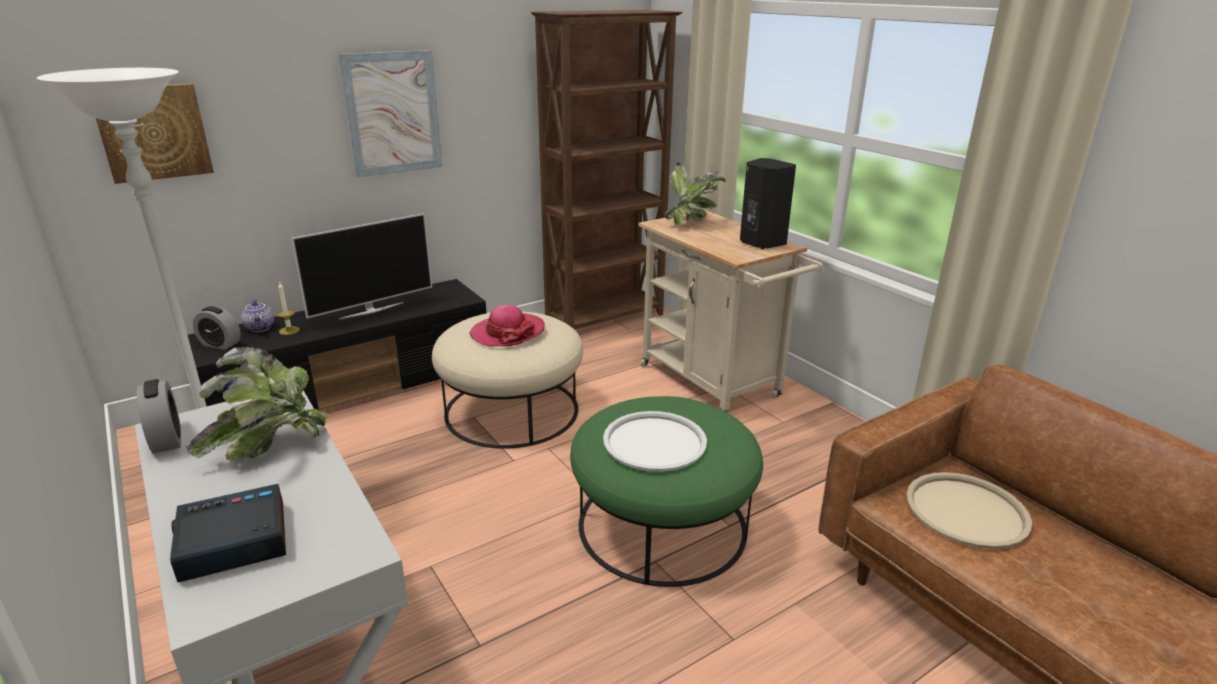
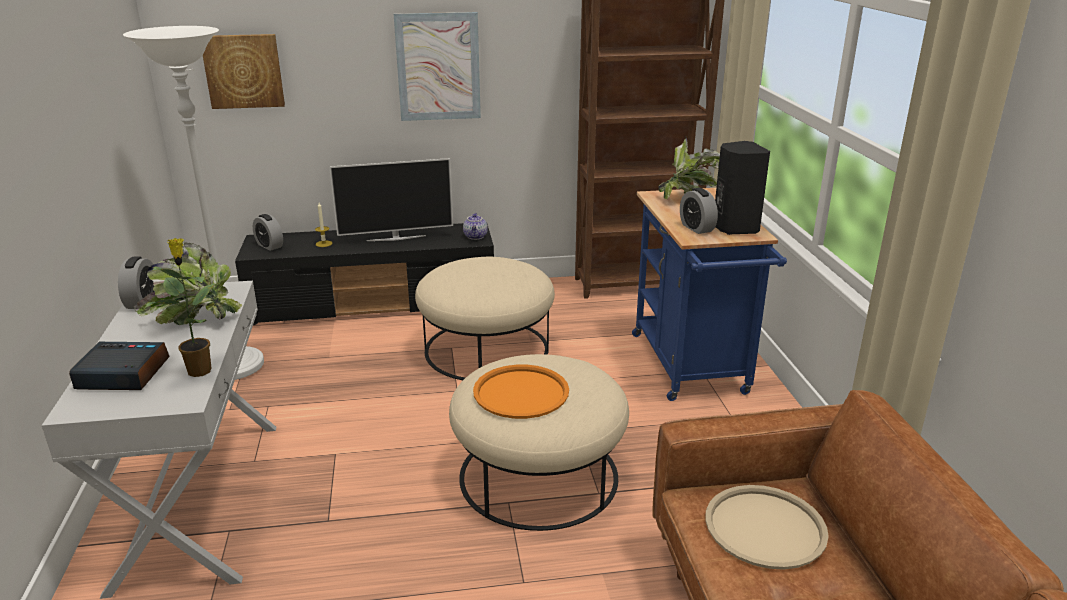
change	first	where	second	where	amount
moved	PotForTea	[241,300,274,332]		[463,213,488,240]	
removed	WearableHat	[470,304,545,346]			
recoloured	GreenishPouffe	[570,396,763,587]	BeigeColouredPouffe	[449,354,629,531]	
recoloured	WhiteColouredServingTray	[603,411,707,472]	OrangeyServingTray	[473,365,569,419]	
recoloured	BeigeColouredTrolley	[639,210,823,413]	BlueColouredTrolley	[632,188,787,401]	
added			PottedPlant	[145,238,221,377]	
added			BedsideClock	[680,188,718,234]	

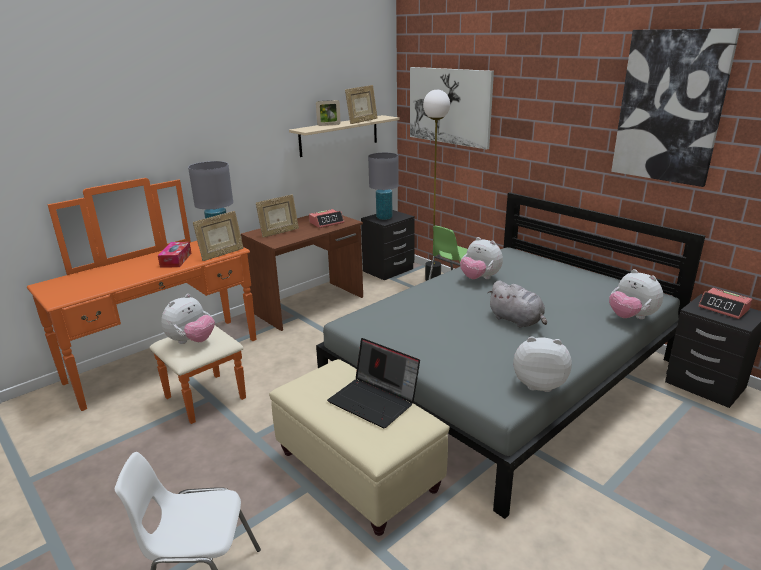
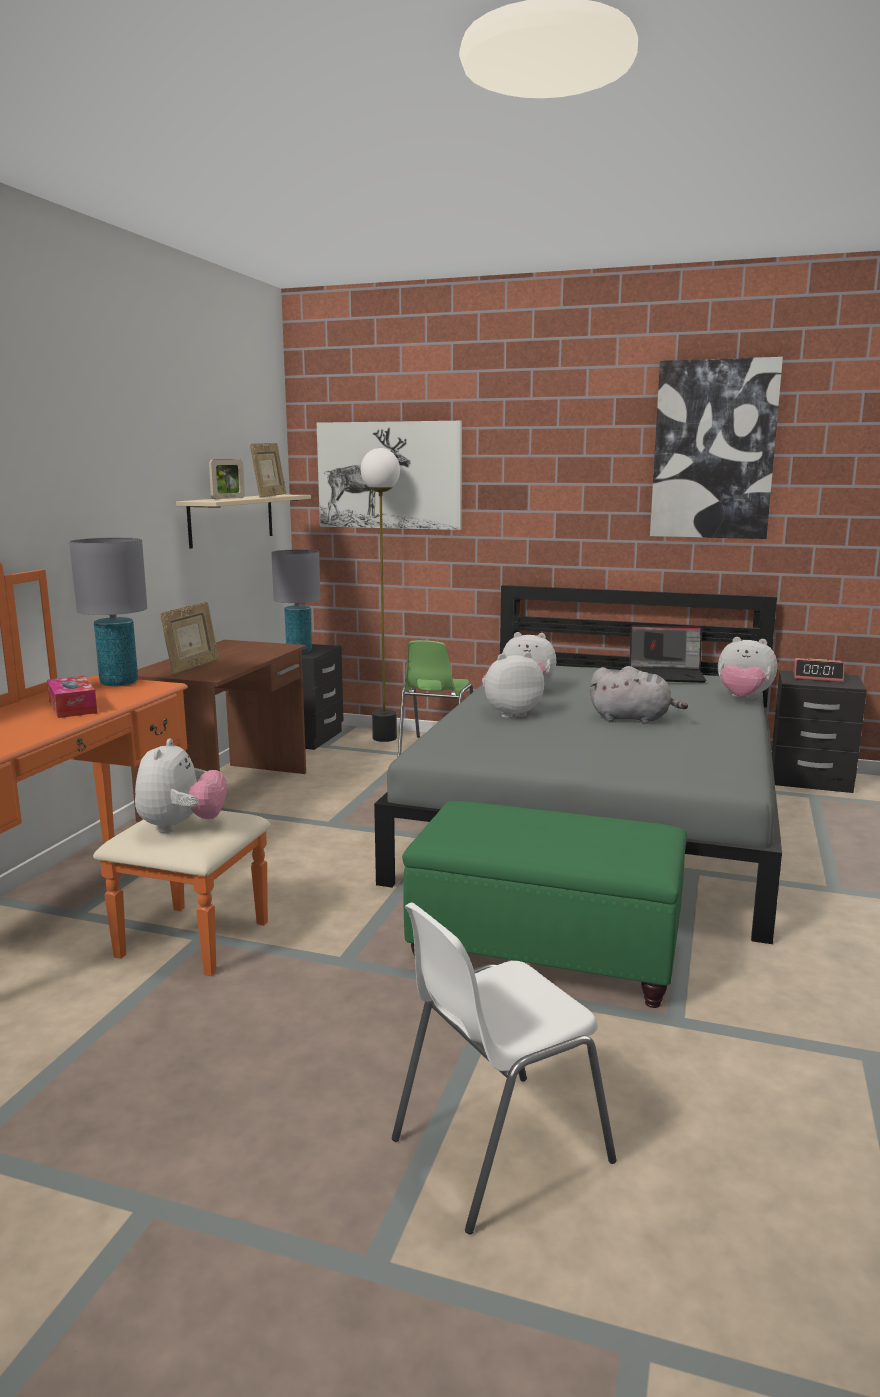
change	first	where	second	where	amount
removed	PhotoFrame	[193,211,244,261]			
recoloured	BeigeColouredPouffe	[269,359,450,536]	GreenishPouffe	[402,801,687,1008]	
removed	BedsideClock	[309,209,344,228]			
moved	NotebookComputer	[327,338,420,428]		[629,625,707,683]	
moved	CuddlyToy	[513,336,572,392]		[482,652,544,718]	

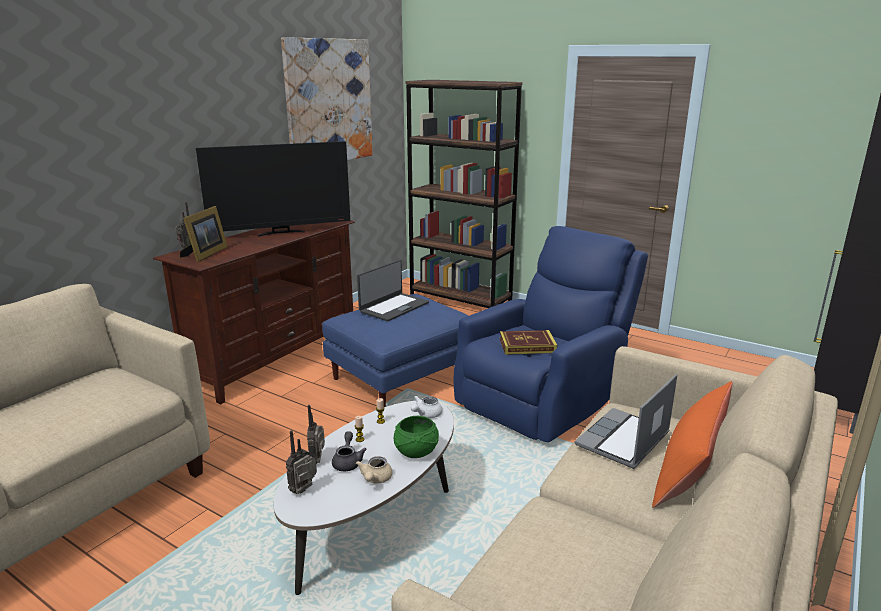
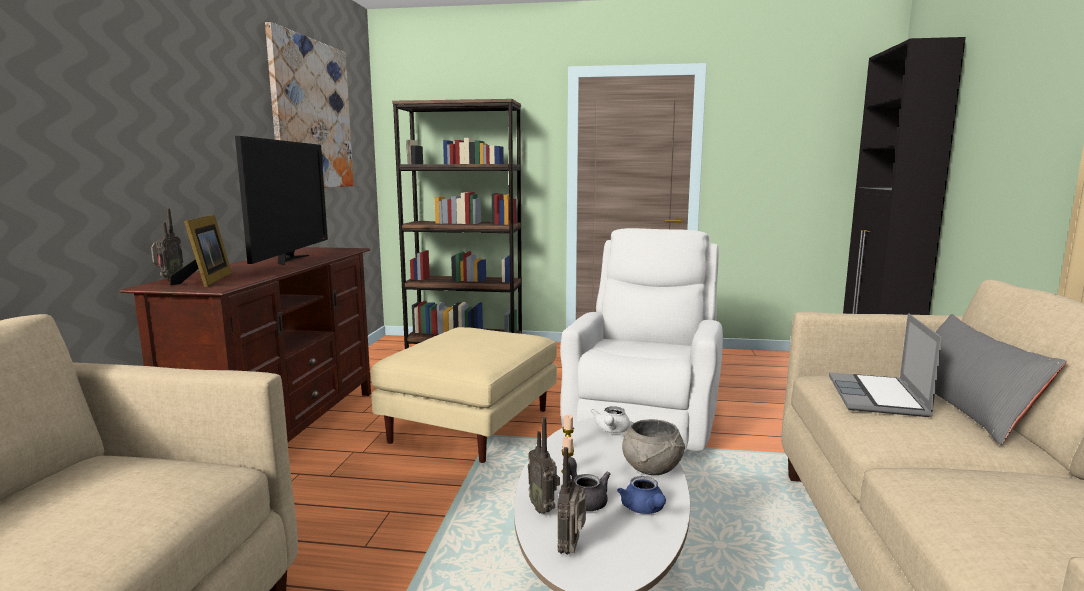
change	first	where	second	where	amount
turned	Television	[196,141,350,237]		[235,136,328,265]	45 degrees counterclockwise
recoloured	BlueColouredPouffe	[322,294,469,407]	BeigeColouredPouffe	[371,327,557,463]	
recoloured	BeigeColouredPotForTea	[356,456,393,484]	BlueColouredPotForTea	[617,476,666,514]	
removed	NotebookComputer	[357,260,429,321]			
recoloured	GreenishBowl	[394,416,439,458]	GreyBowl	[622,419,685,475]	
recoloured	BlueColouredArmchair	[454,226,648,442]	WhiteColouredArmchair	[560,228,723,452]	
removed	BoundBook	[500,330,557,355]			
recoloured	OrangeyThrowPillow	[652,381,733,508]	GreyThrowPillow	[935,314,1067,445]	

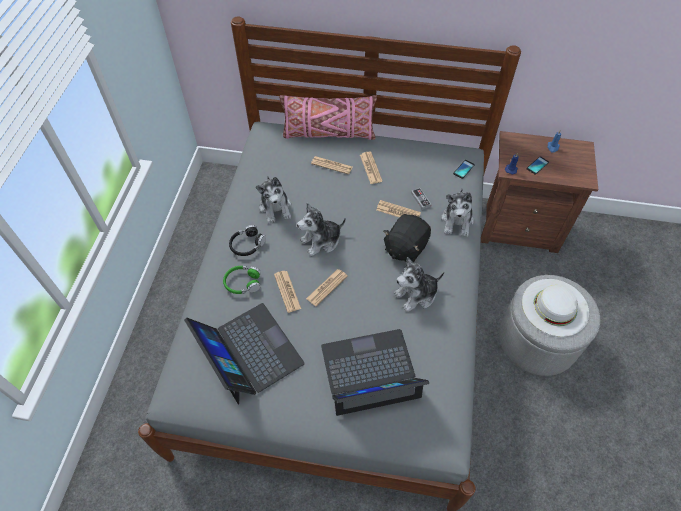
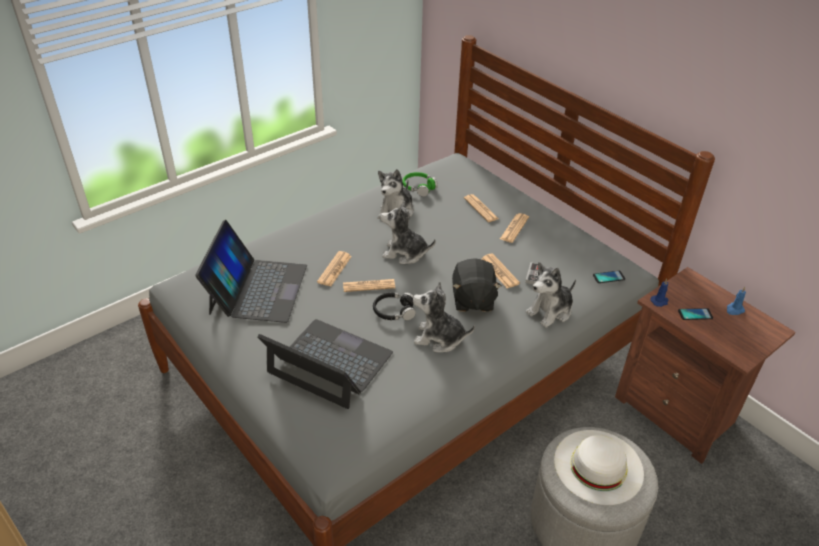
change	first	where	second	where	amount
moved	GreenishHeadphones	[223,266,261,294]		[402,172,438,197]	
moved	BlackHeadphones	[229,225,266,256]		[373,292,416,320]	
removed	PinkThrowPillow	[279,95,377,140]			
turned	BlackCuddlyToy	[383,214,431,262]		[452,258,502,312]	75 degrees counterclockwise

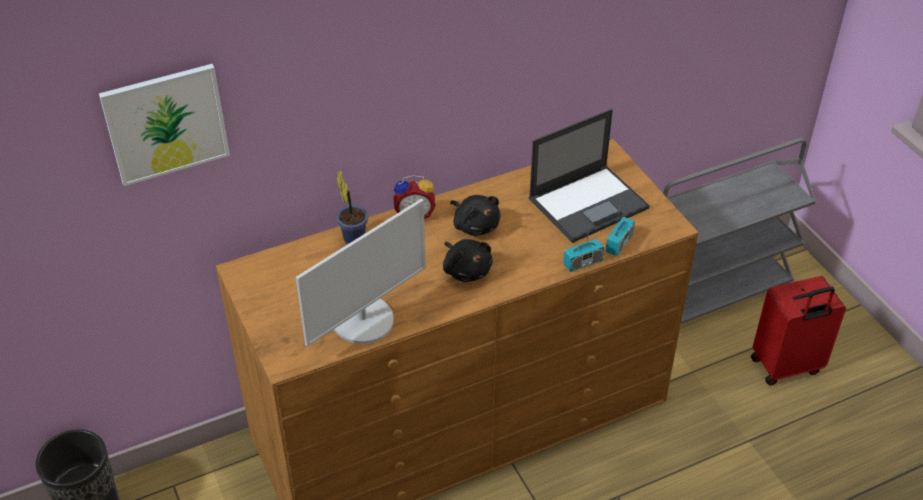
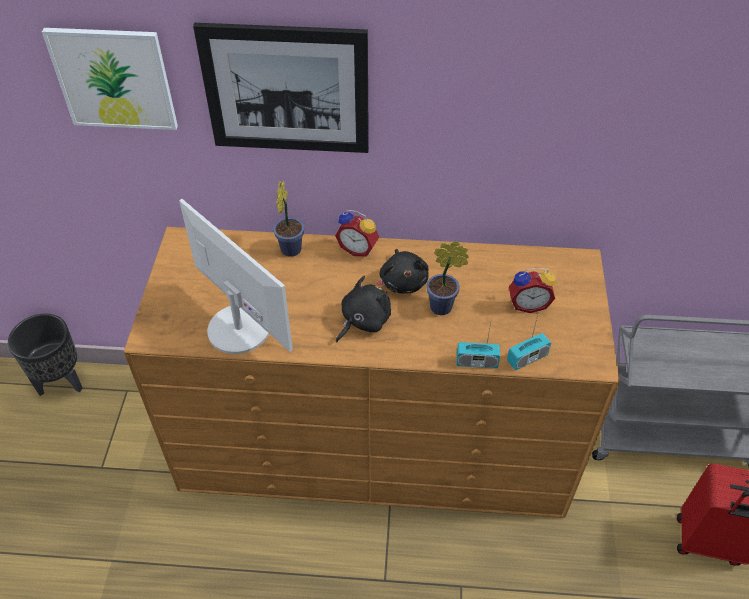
change	first	where	second	where	amount
turned	Monitor	[296,199,426,347]		[179,199,293,354]	120 degrees counterclockwise
turned	BlackCuddlyToy	[443,239,493,282]		[336,276,391,343]	135 degrees counterclockwise
replaced	NotebookComputer	[529,109,650,243]	BedsideClock	[509,267,556,313]	
added			WallPicture	[193,23,369,153]	
added			PottedPlant	[426,241,469,315]	

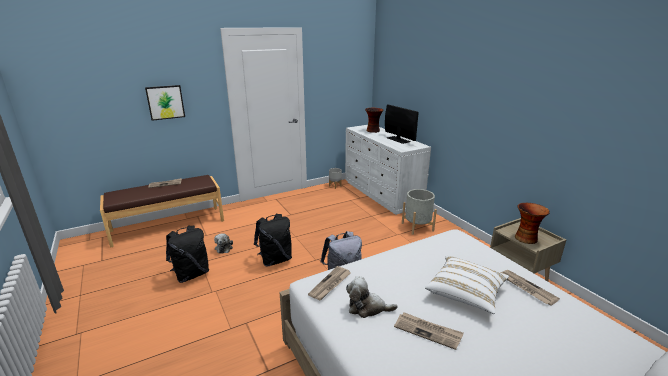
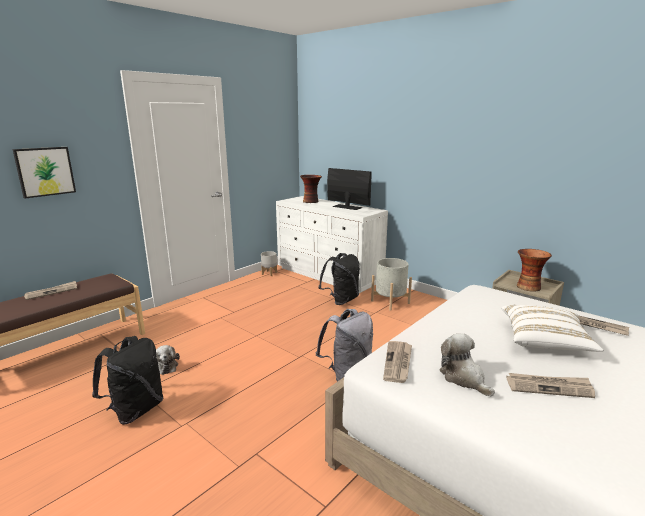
change	first	where	second	where	amount
moved	BlackBackpack	[254,214,292,267]		[318,253,360,305]	
turned	CuddlyToy	[346,276,397,318]		[440,333,495,397]	75 degrees clockwise

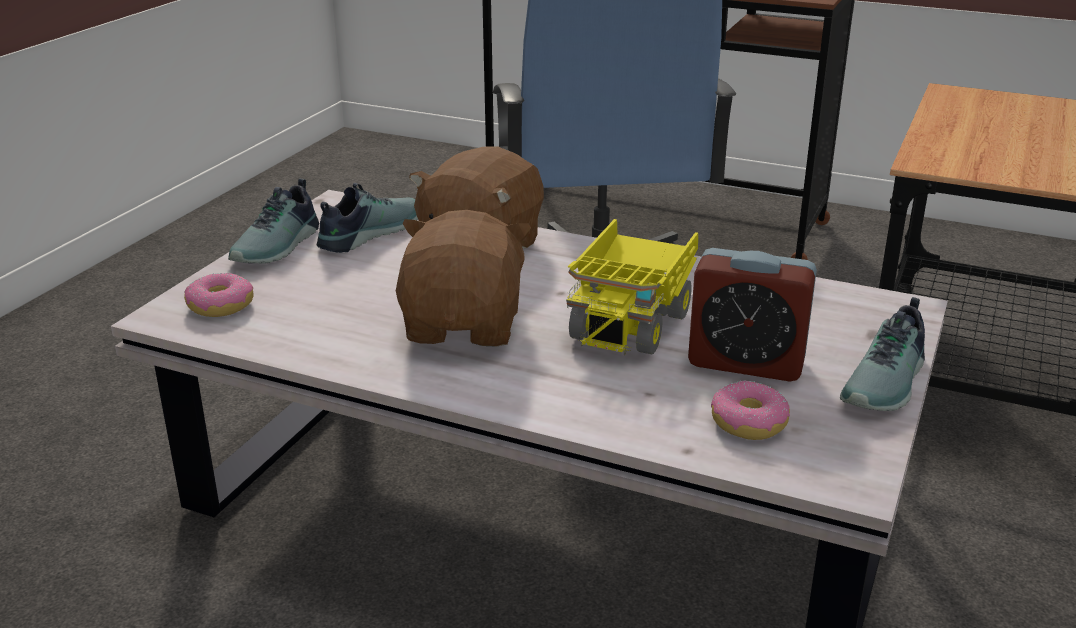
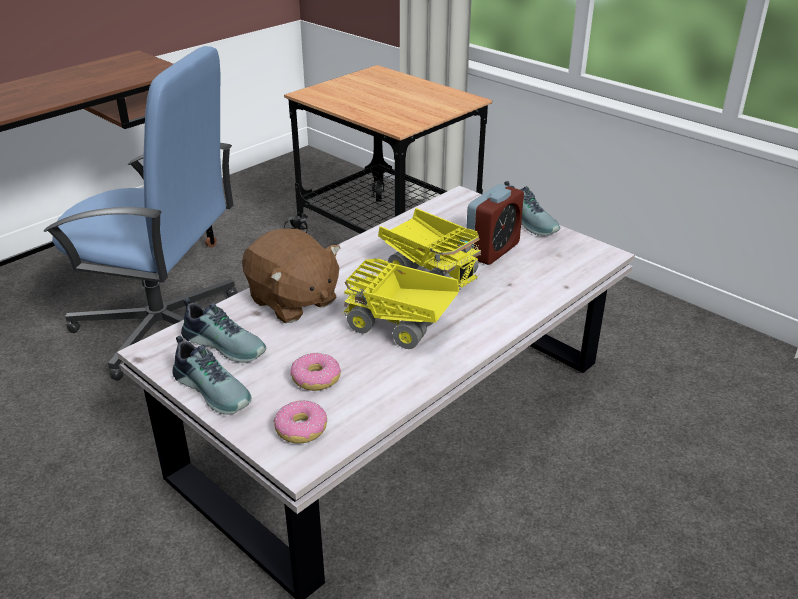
change	first	where	second	where	amount
turned	ItemOfFootwear	[317,183,418,253]		[181,298,266,363]	150 degrees clockwise
replaced	BrownCuddlyToy	[396,210,531,347]	ToyTruck	[343,259,459,349]	
moved	Donut	[711,380,790,440]		[290,352,341,391]	

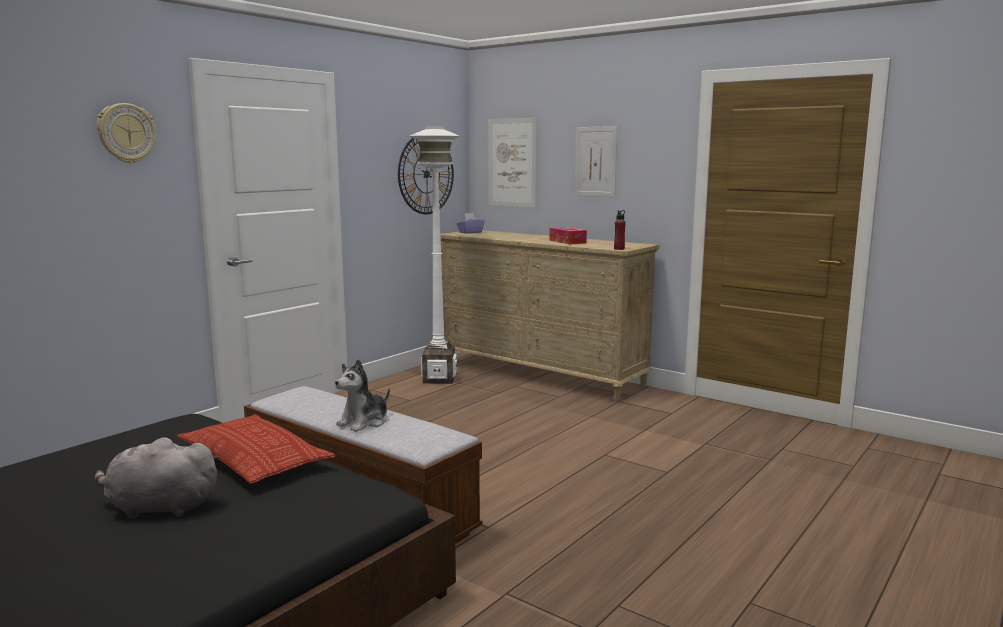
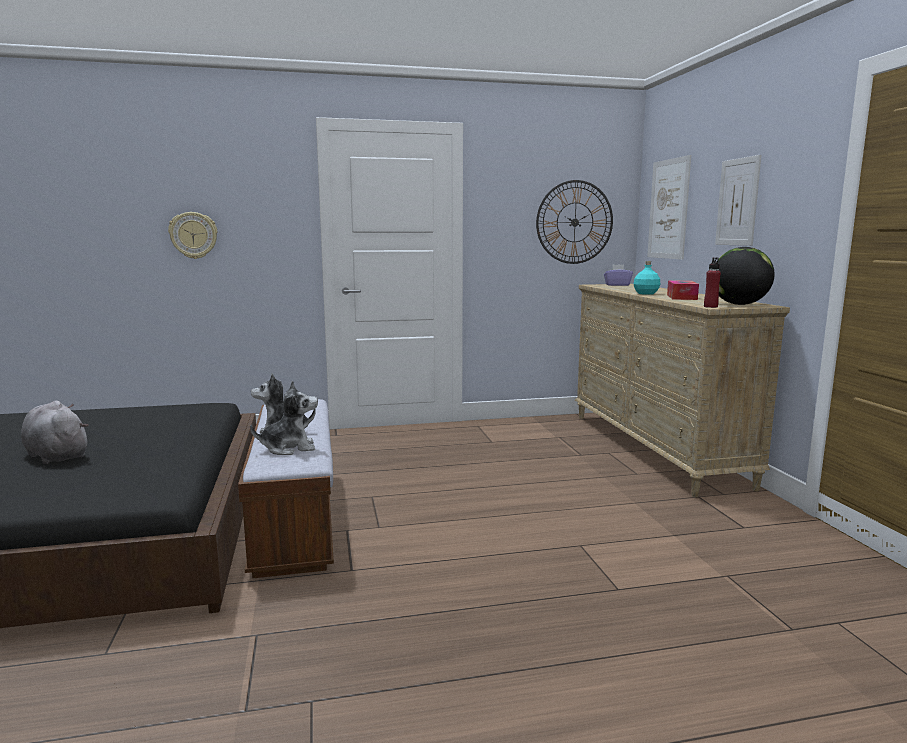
change	first	where	second	where	amount
moved	ClockOnTheWall	[97,103,156,163]		[168,212,217,259]	
removed	ThrowPillow	[177,414,336,484]			
removed	WhiteColouredStandardLamp	[409,126,460,384]			
added			CuddlyToy	[250,380,318,455]	
added			TurquoiseColouredBeverageBottle	[634,261,660,295]	
added			Globe	[718,247,775,305]	

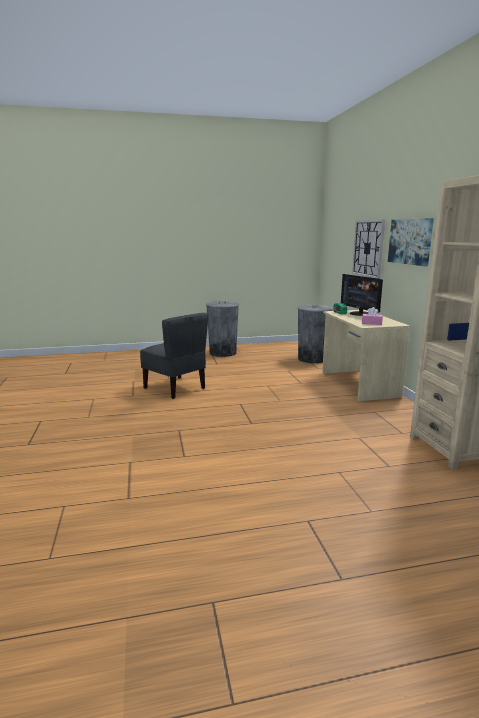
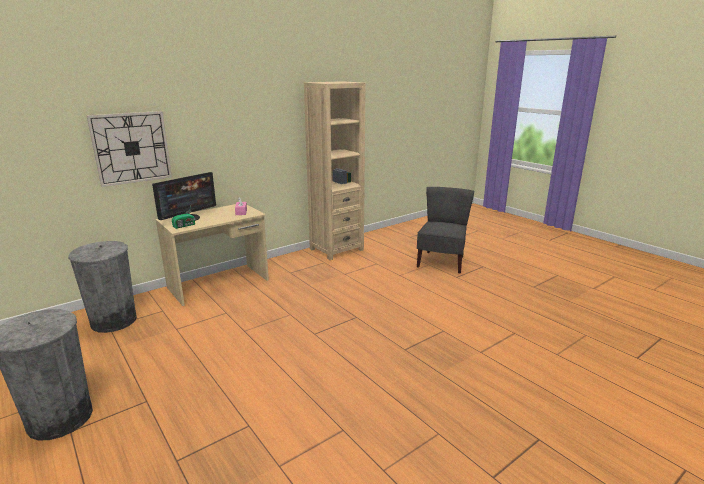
change	first	where	second	where	amount
moved	GreyPlainChair	[140,313,209,399]		[417,187,474,274]	
removed	WallPicture	[388,218,434,266]			

